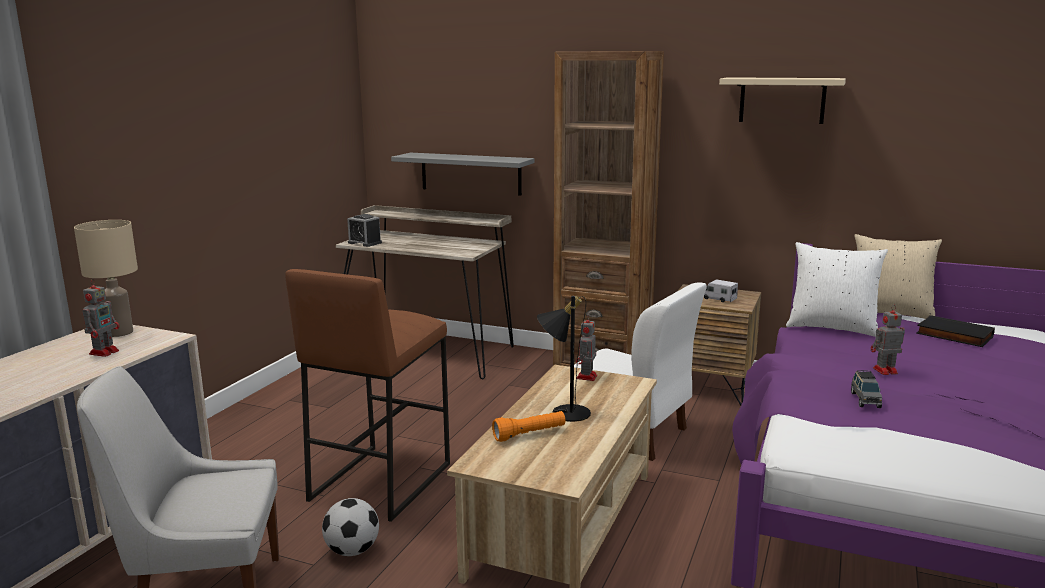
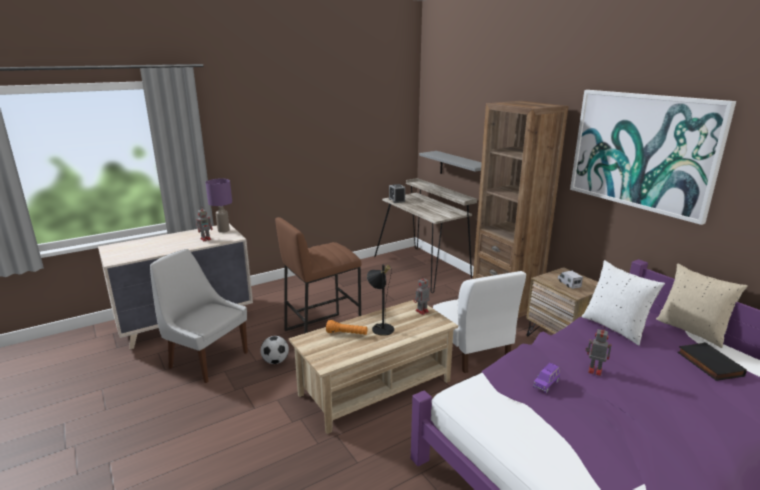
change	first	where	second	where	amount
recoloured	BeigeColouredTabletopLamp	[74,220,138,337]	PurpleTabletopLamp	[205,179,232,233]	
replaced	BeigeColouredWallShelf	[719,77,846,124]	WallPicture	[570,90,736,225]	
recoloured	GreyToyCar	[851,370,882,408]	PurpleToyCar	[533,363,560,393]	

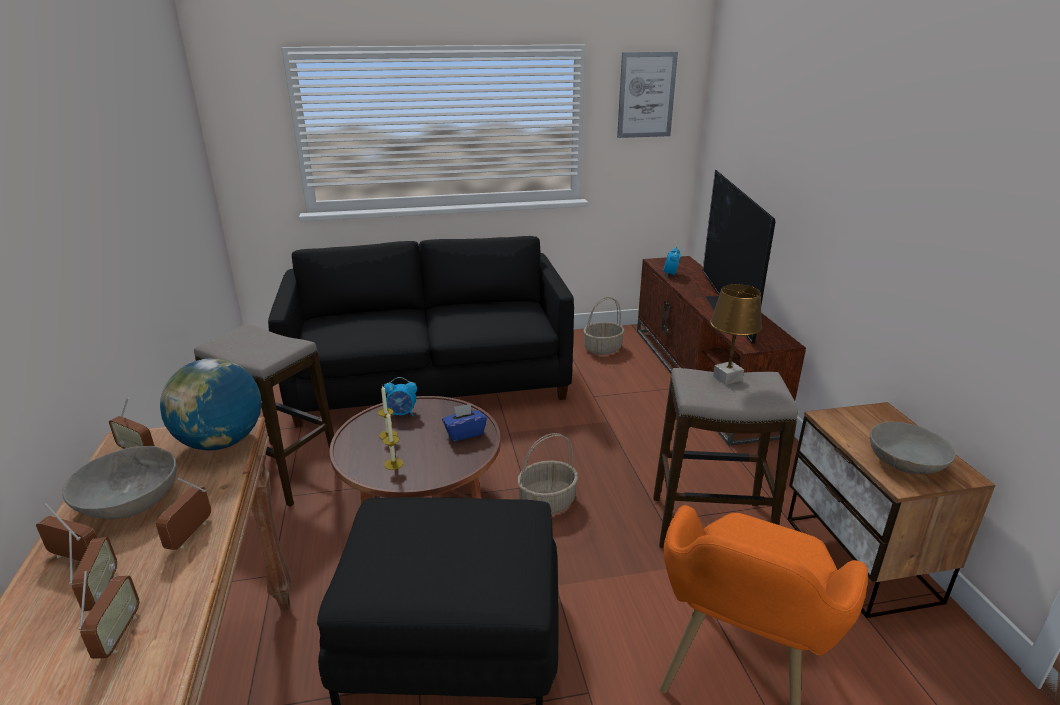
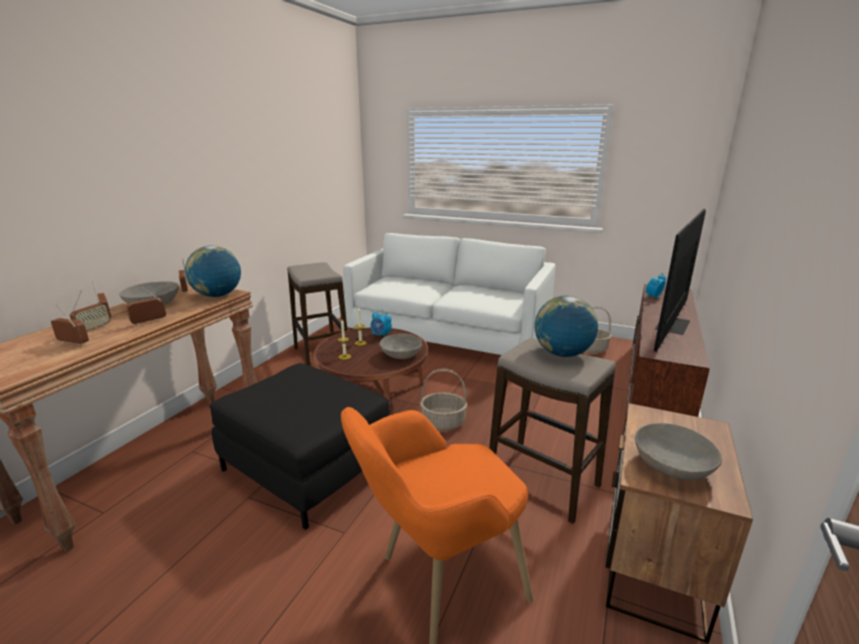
change	first	where	second	where	amount
turned	RadioSet	[79,571,140,659]		[51,304,89,346]	105 degrees counterclockwise
recoloured	BlackCouch	[268,236,574,428]	WhiteColouredCouch	[343,233,555,355]	
replaced	BlueColouredTissueHolder	[442,404,487,441]	GreyBowl	[380,334,422,359]	
removed	WallPicture	[617,52,678,138]			
replaced	BrownTabletopLamp	[710,284,762,385]	Globe	[534,296,598,357]	

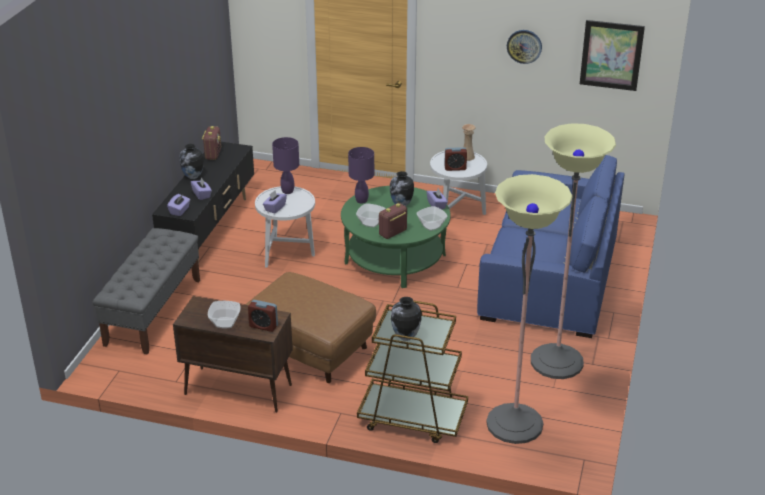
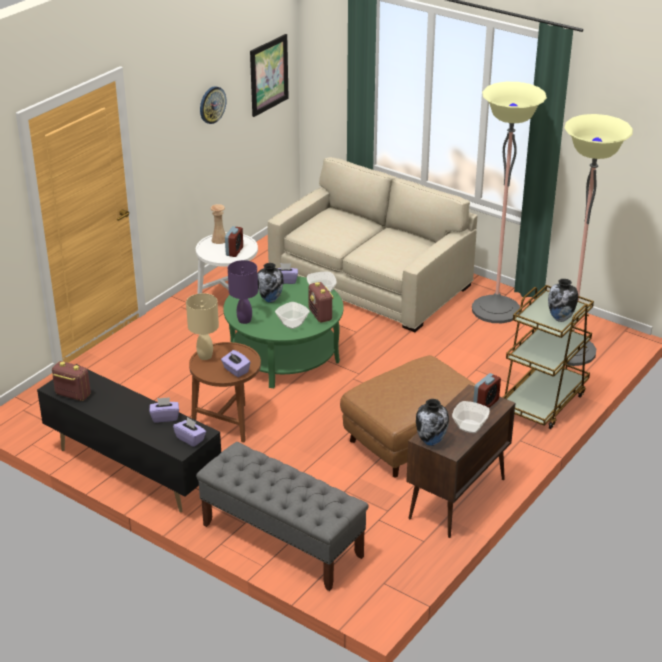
change	first	where	second	where	amount
moved	Vase	[179,144,204,179]		[416,399,449,446]	
recoloured	WhiteColouredEndTable	[255,186,315,268]	BrownEndTable	[189,342,261,442]	
recoloured	PurpleTabletopLamp	[272,137,299,194]	BeigeColouredTabletopLamp	[186,293,219,360]	
recoloured	BlueColouredCouch	[477,155,625,338]	BeigeColouredCouch	[268,157,477,332]	

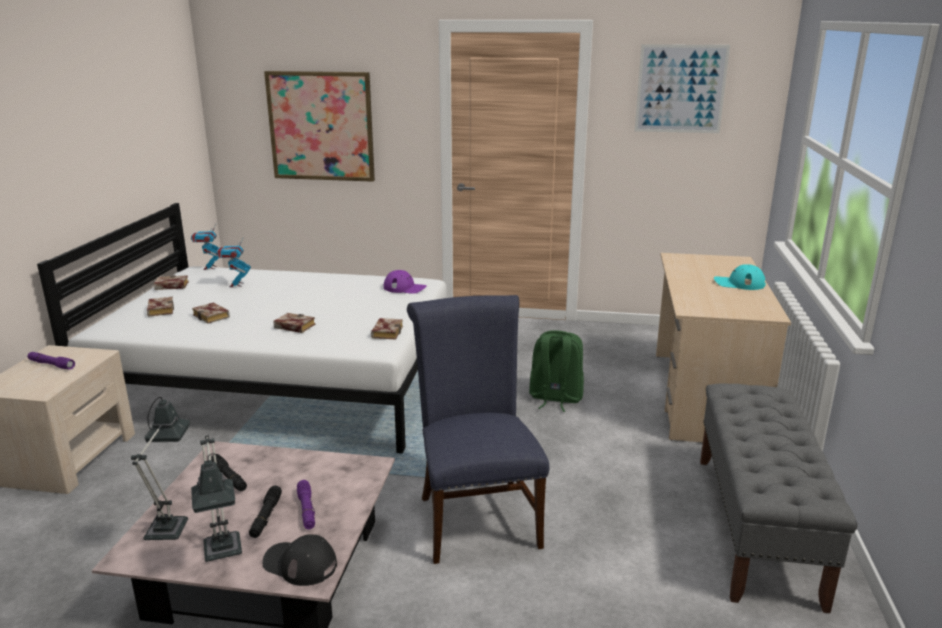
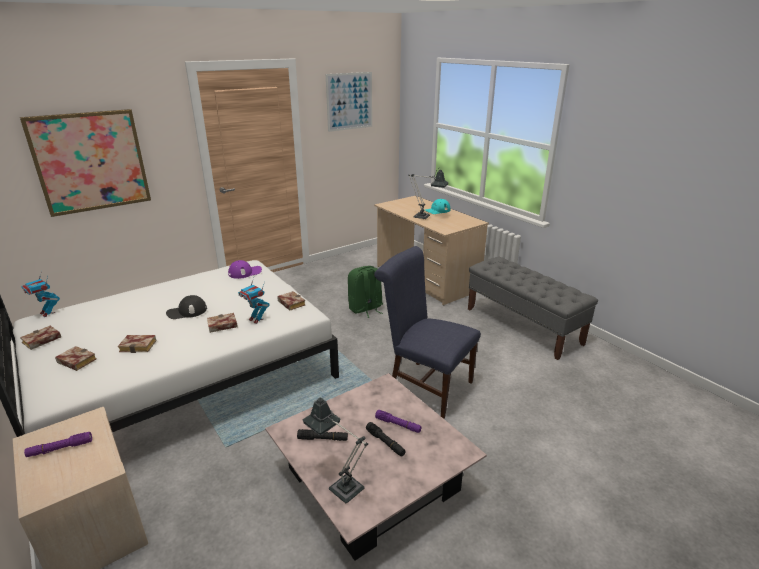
change	first	where	second	where	amount
moved	TabletopLamp	[191,435,242,562]		[408,167,448,219]	
moved	ModelRobot	[216,237,251,287]		[238,278,269,324]	
moved	BlackBaseballCap	[262,535,337,586]		[166,295,207,319]	

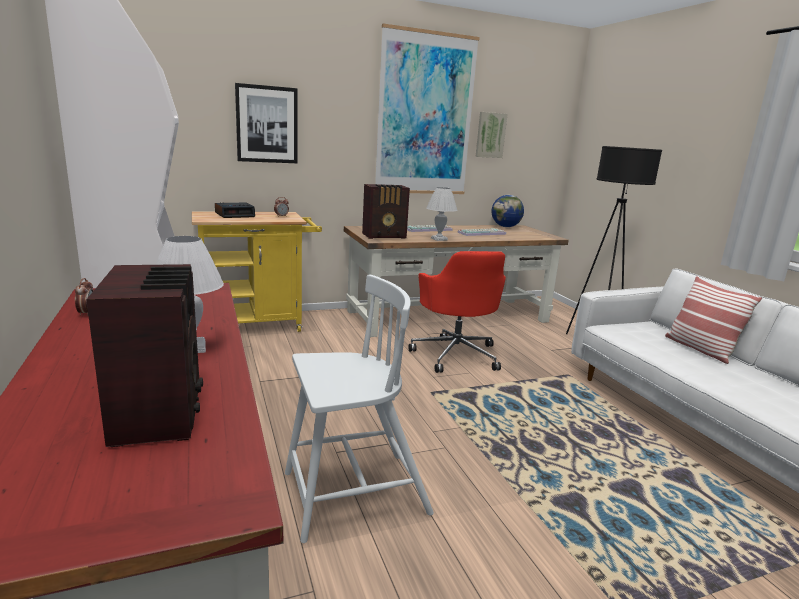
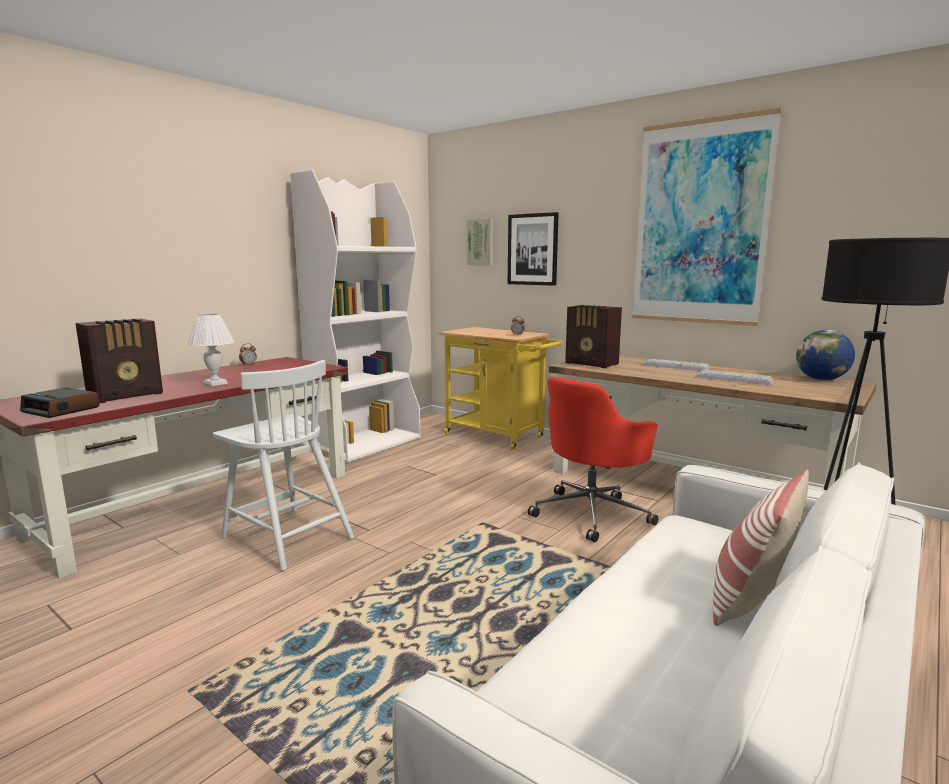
change	first	where	second	where	amount
moved	BedsideClock	[215,203,255,218]		[20,387,99,418]	
removed	WhiteColouredTabletopLamp	[426,187,457,241]			
moved	WallPicture	[476,112,508,158]		[466,219,493,266]	

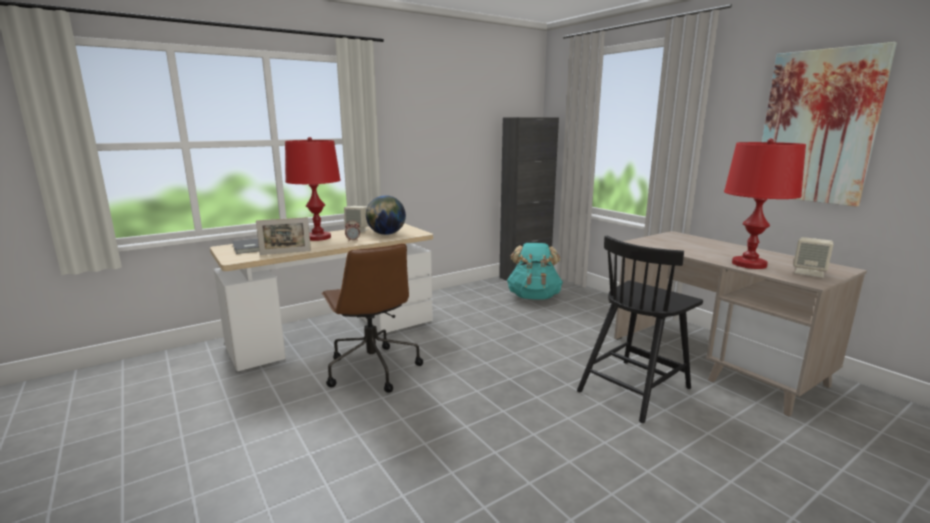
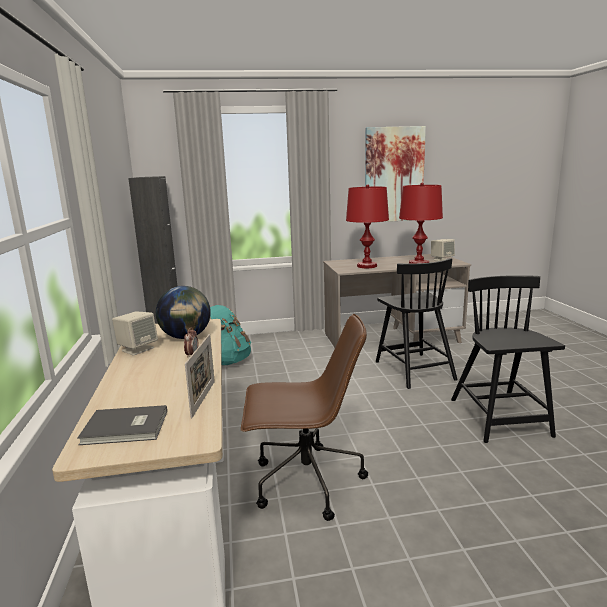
change	first	where	second	where	amount
moved	ReddishTabletopLamp	[285,137,341,241]		[346,184,389,268]	
added			BlackPlainChair	[451,275,565,443]	

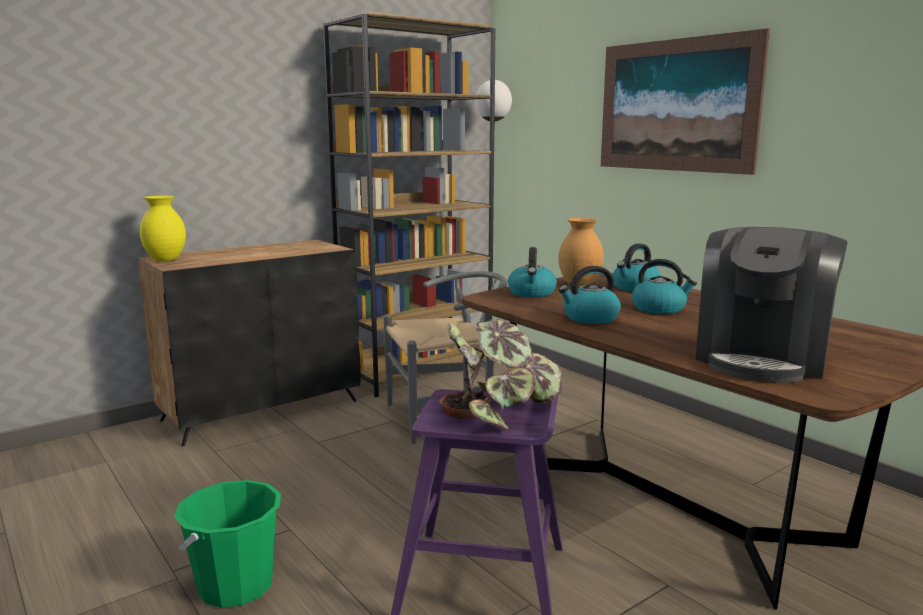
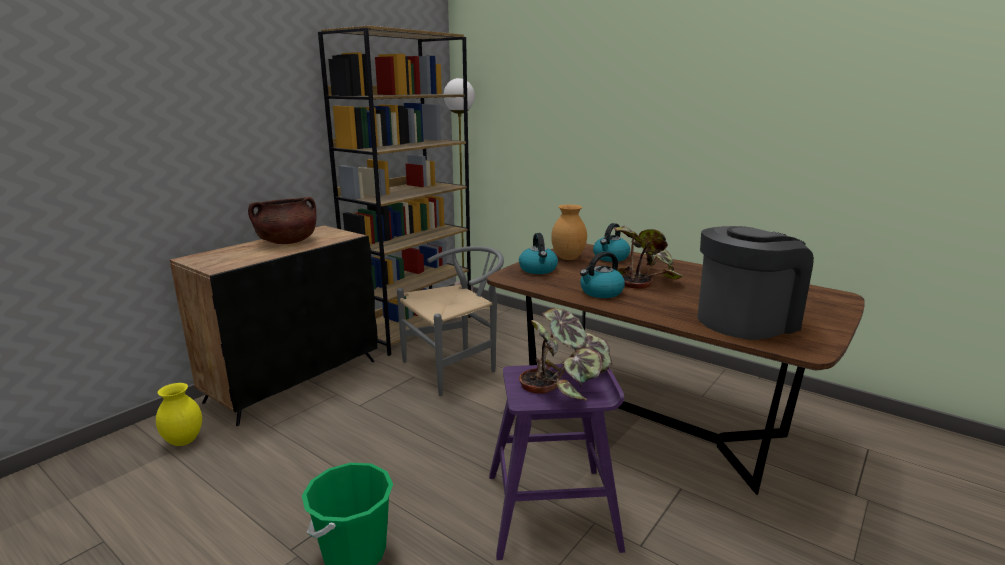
change	first	where	second	where	amount
moved	YellowColouredVase	[140,196,186,261]		[156,383,202,446]	
removed	WallPicture	[601,28,770,175]			
replaced	TeaKettle	[632,259,697,314]	PottedPlant	[614,226,683,289]	
turned	CoffeeMaker	[695,227,848,383]		[697,226,814,340]	135 degrees counterclockwise
added			BrownCookingPot	[248,197,316,244]	

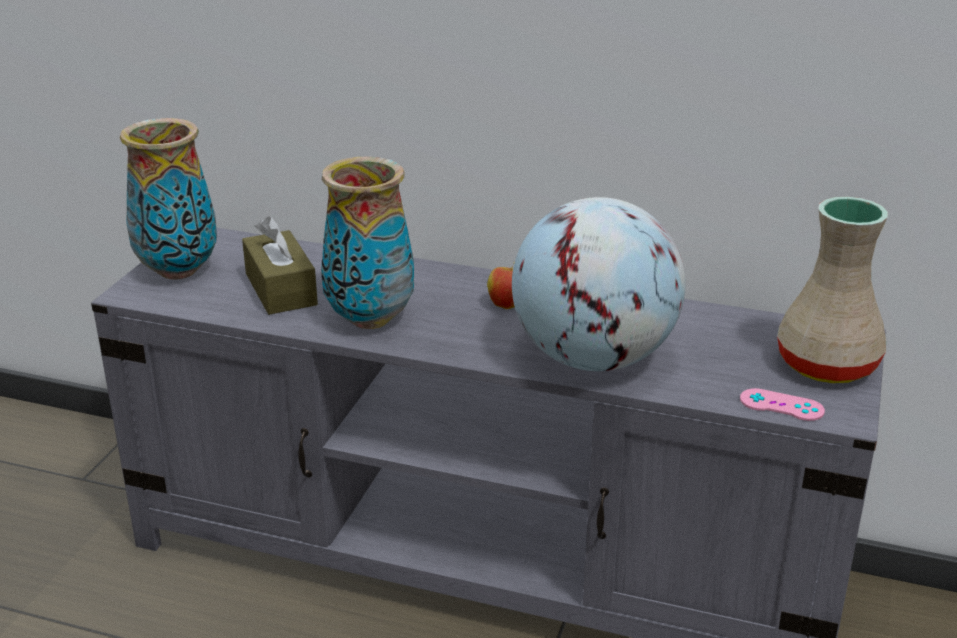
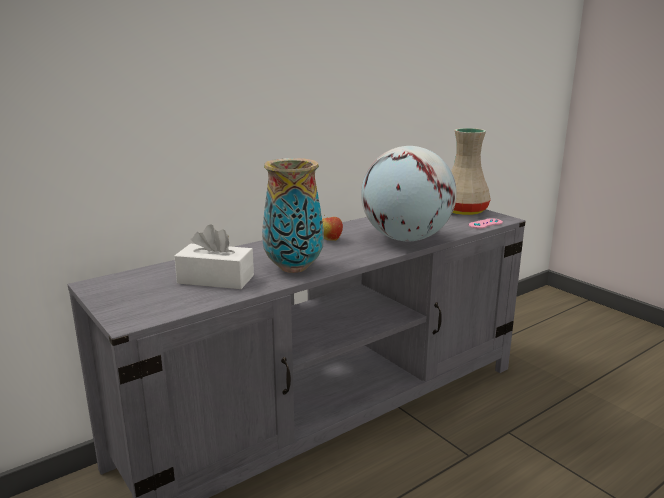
change	first	where	second	where	amount
removed	Vase	[120,118,217,280]			
recoloured	BrownTissueHolder	[242,216,318,315]	WhiteColouredTissueHolder	[174,225,254,289]	

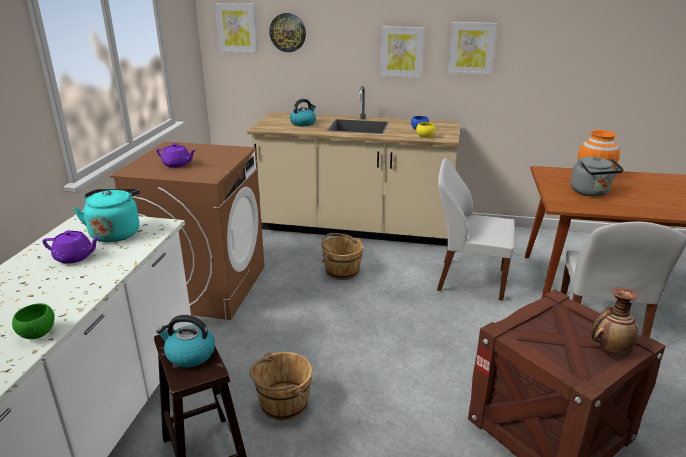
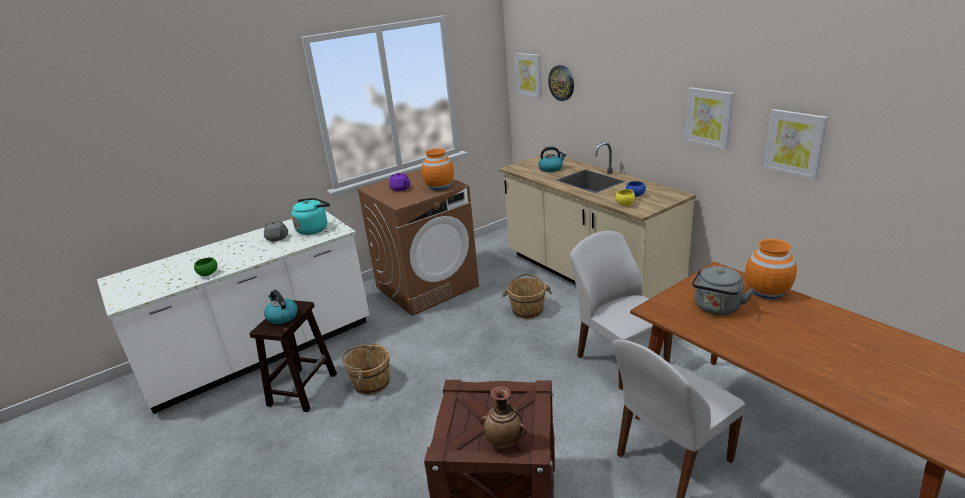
change	first	where	second	where	amount
recoloured	PurplePotForTea	[42,230,100,264]	GreyPotForTea	[264,221,288,241]	
moved	WallPicture	[380,26,424,78]		[764,109,828,180]	
added			OrangeyVase	[422,148,454,190]	

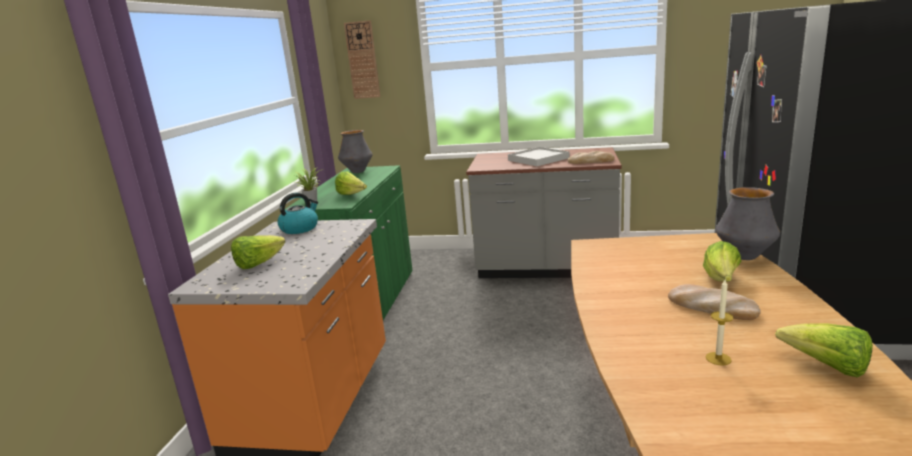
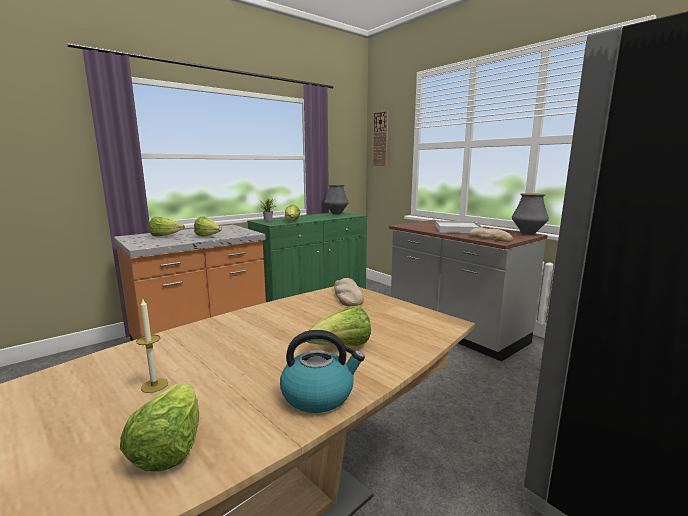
change	first	where	second	where	amount
moved	TeaKettle	[277,193,318,234]		[280,330,365,413]	
moved	Bread	[668,284,761,320]		[334,278,364,306]	
moved	Vase	[716,187,780,260]		[512,193,549,235]	
added			Lettuce	[194,216,222,236]	

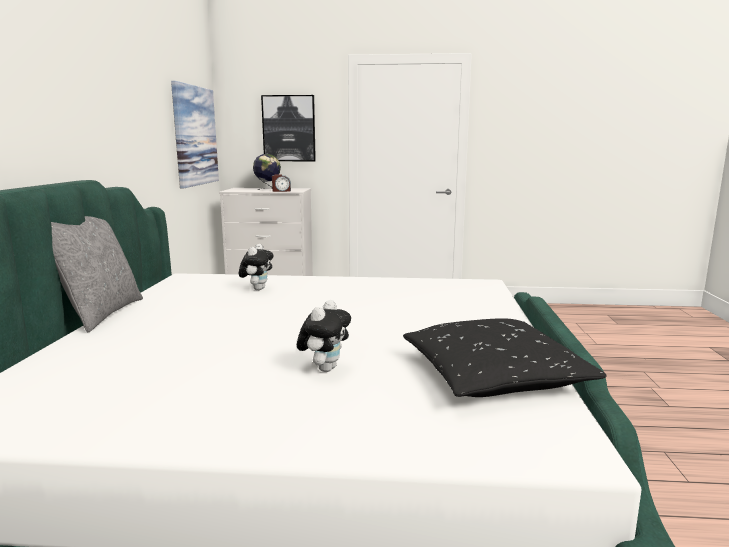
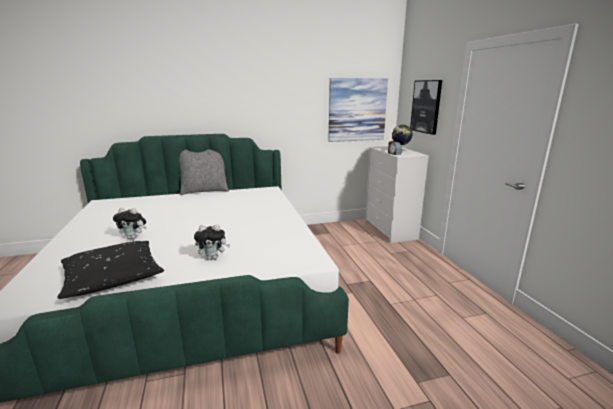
change	first	where	second	where	amount
moved	CuddlyToy	[239,244,274,290]		[194,224,230,260]	

